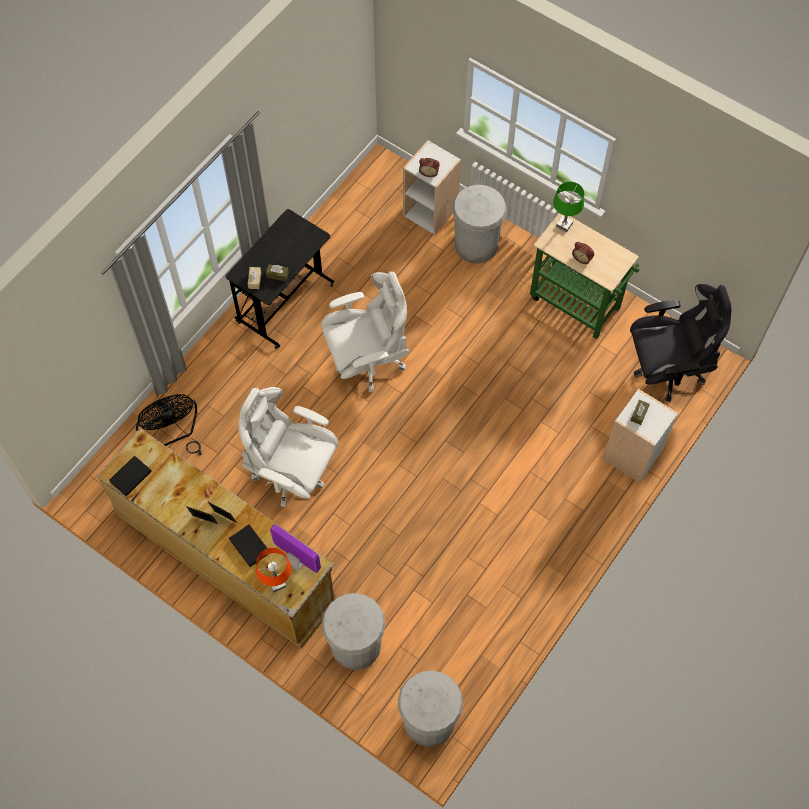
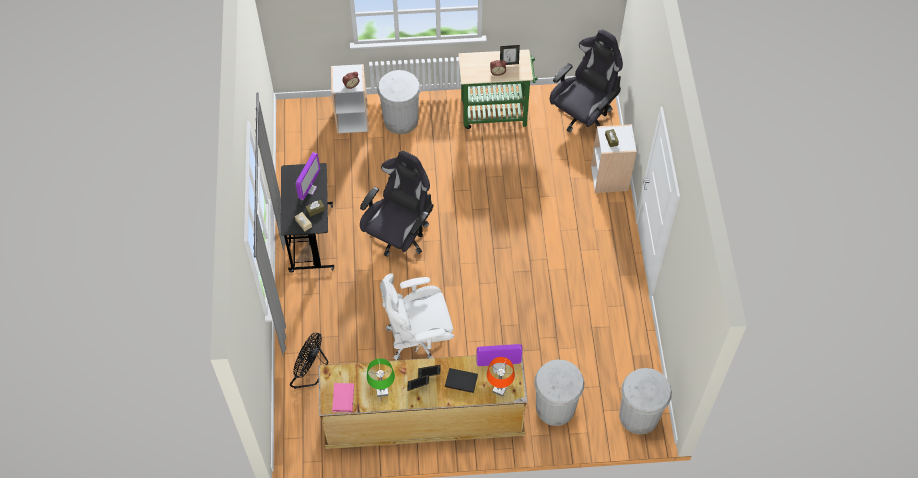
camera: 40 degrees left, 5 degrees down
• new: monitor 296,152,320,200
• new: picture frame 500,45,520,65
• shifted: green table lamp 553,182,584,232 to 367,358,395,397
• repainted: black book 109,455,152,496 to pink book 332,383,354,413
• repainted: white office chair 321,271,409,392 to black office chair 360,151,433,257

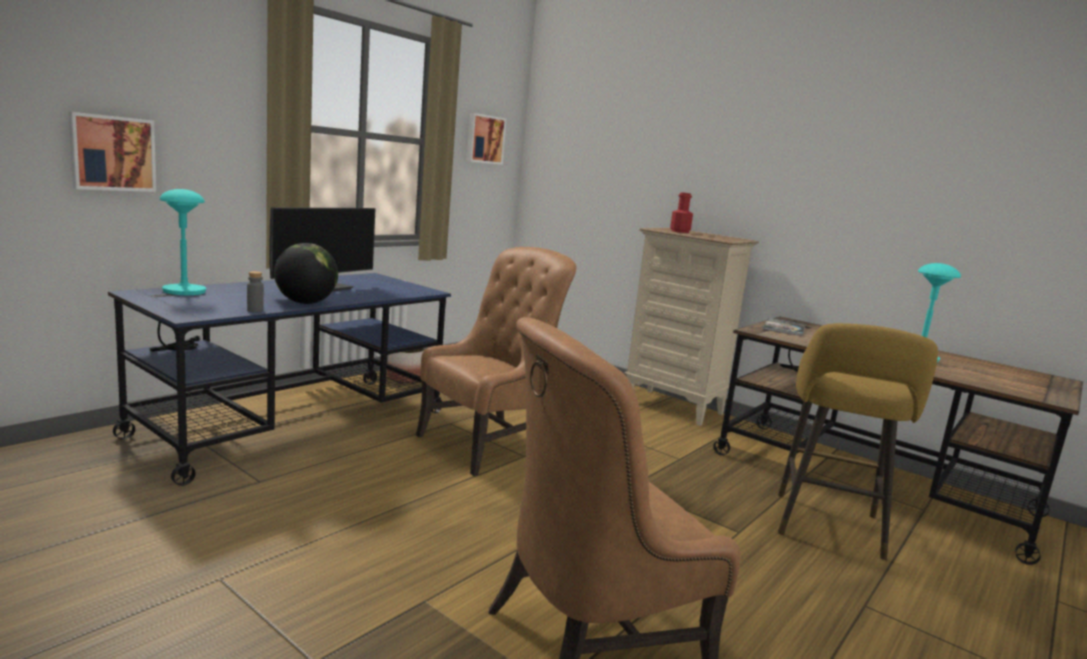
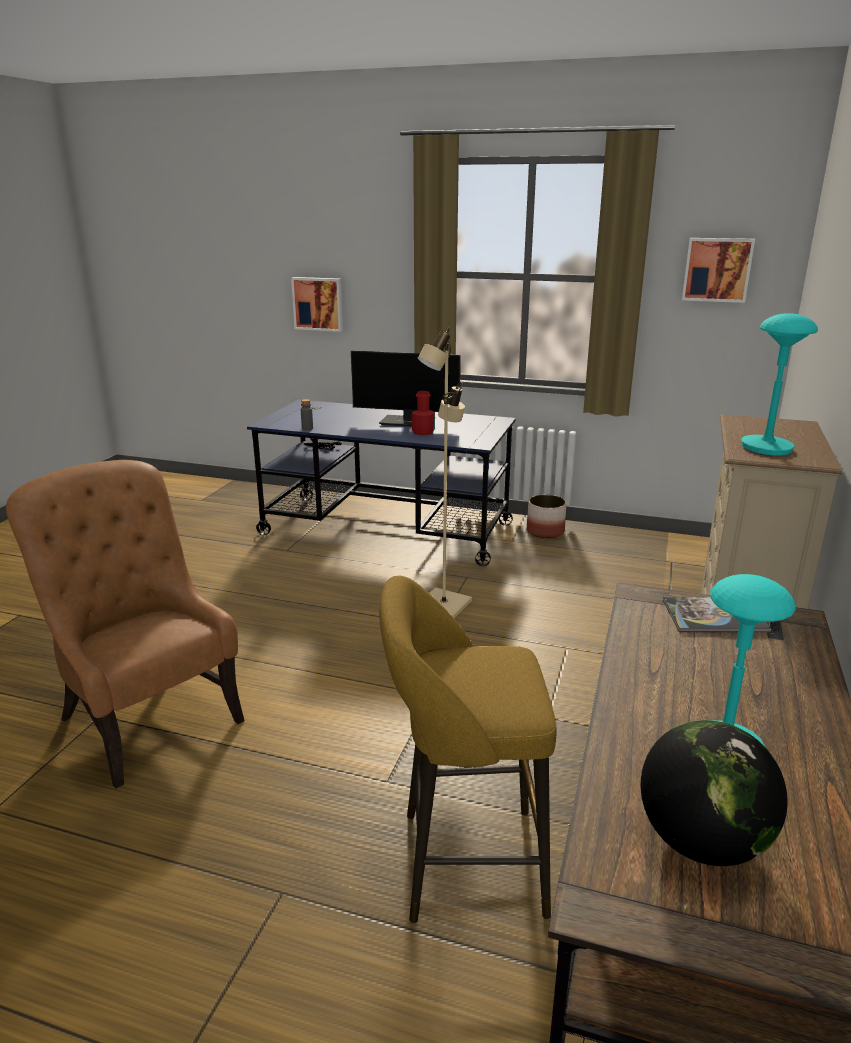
camera: 70 degrees right, 10 degrees up
• shifted: turquoise table lamp 159,189,207,295 to 741,313,818,456
• shifted: globe 274,243,338,304 to 641,720,788,866
• shifted: red bottle 670,192,693,233 to 412,391,435,435
• swapped: brown chair 416,247,576,476 to beige floor lamp 418,327,472,618

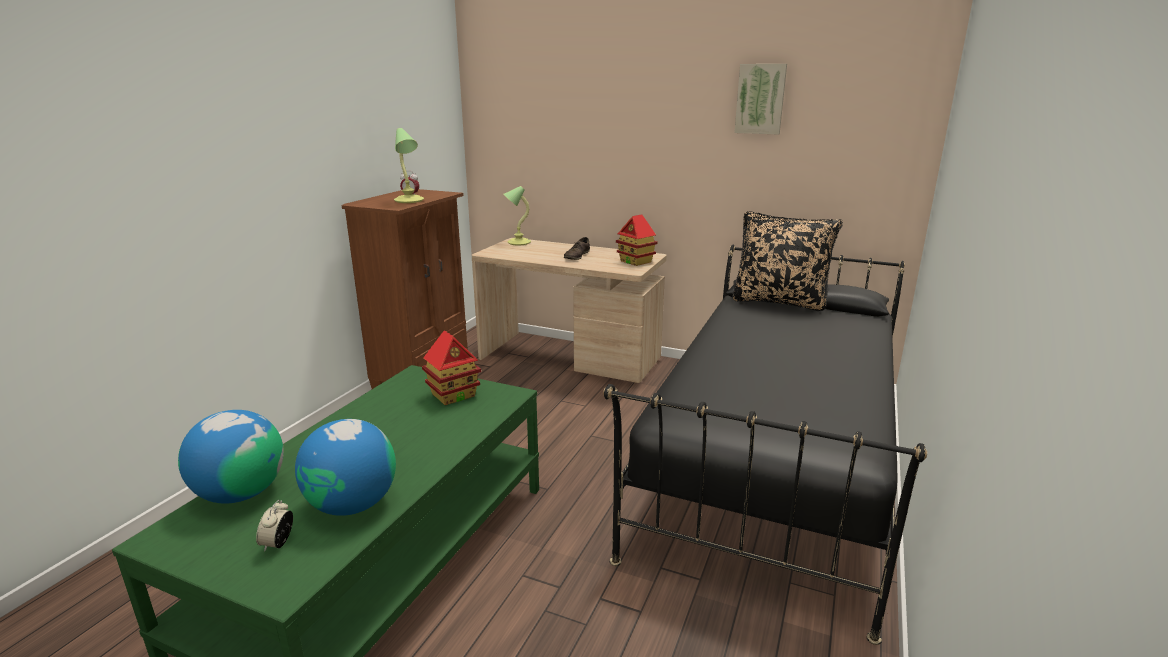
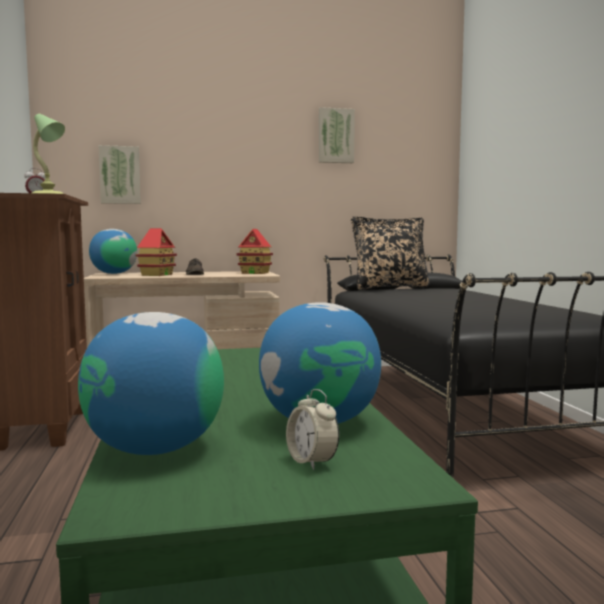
camera: 35 degrees left, 15 degrees down
• new: picture 98,145,141,204
• shifted: toy house 422,330,481,405 to 136,228,177,276
• swapped: table lamp 503,186,531,245 to globe 89,229,137,274

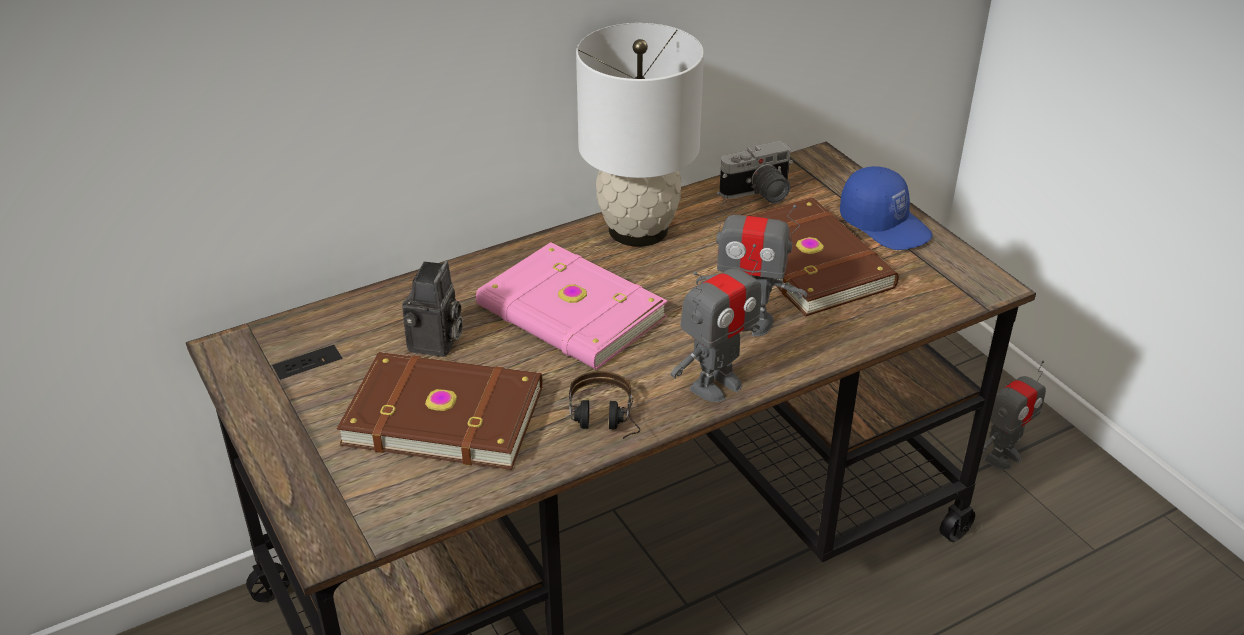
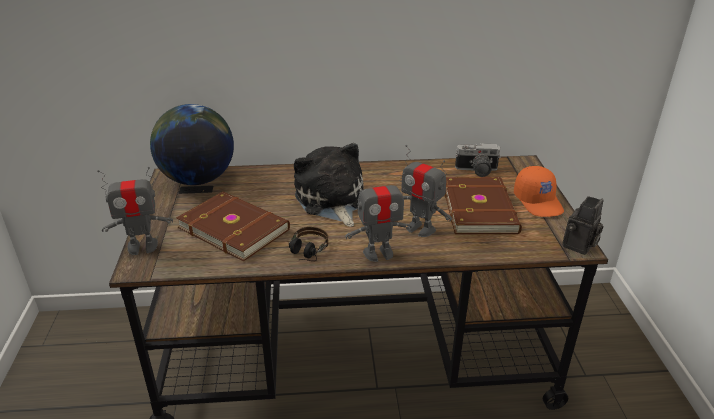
camera: 25 degrees right, 5 degrees down
• gone: white table lamp 576,23,704,247
• new: globe 150,104,234,185
• shifted: photo camera 402,261,463,357 to 562,196,603,255
• shifted: toy robot 983,361,1046,470 to 97,167,173,255
• swapped: pink book 476,242,668,370 to plush toy 294,143,364,227
• repainted: blue cap 840,166,932,250 to orange cap 514,166,564,217

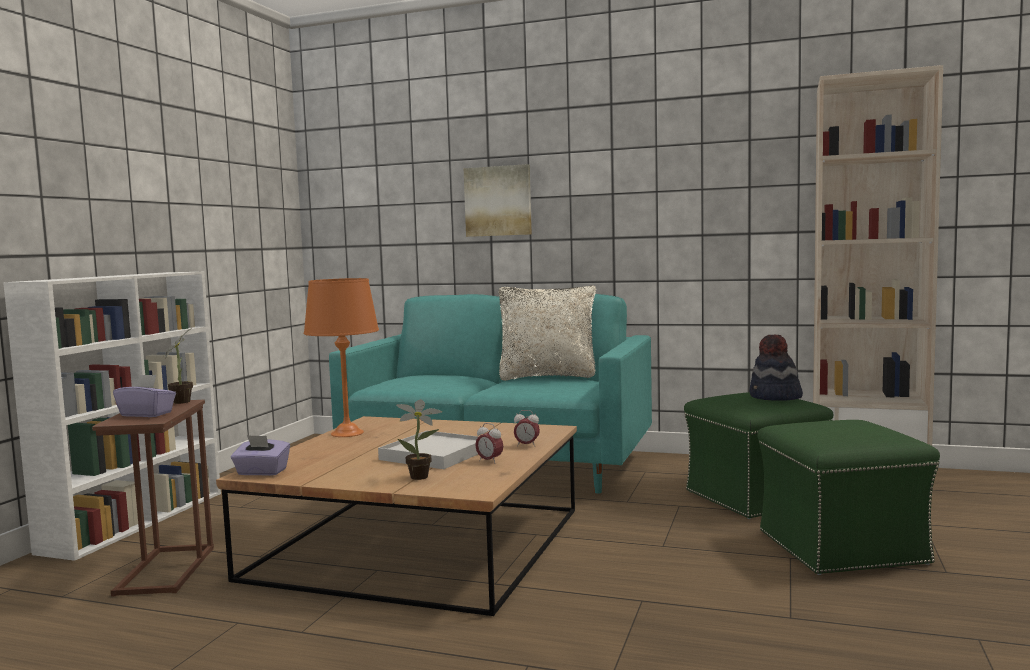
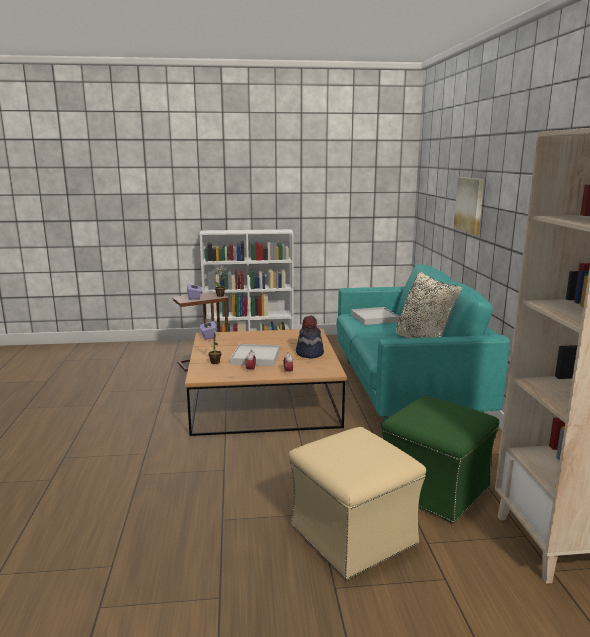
camera: 65 degrees right, 10 degrees up
• gone: orange table lamp 304,278,379,437
• new: white tray 351,307,400,325
• shifted: hat 749,335,803,401 to 296,315,324,359
• repainted: green ottoman 757,420,940,575 to beige ottoman 288,427,426,580

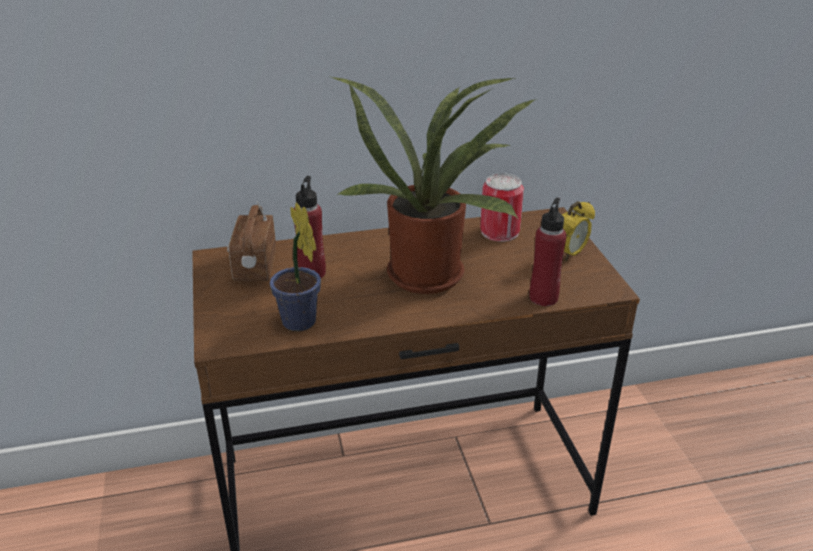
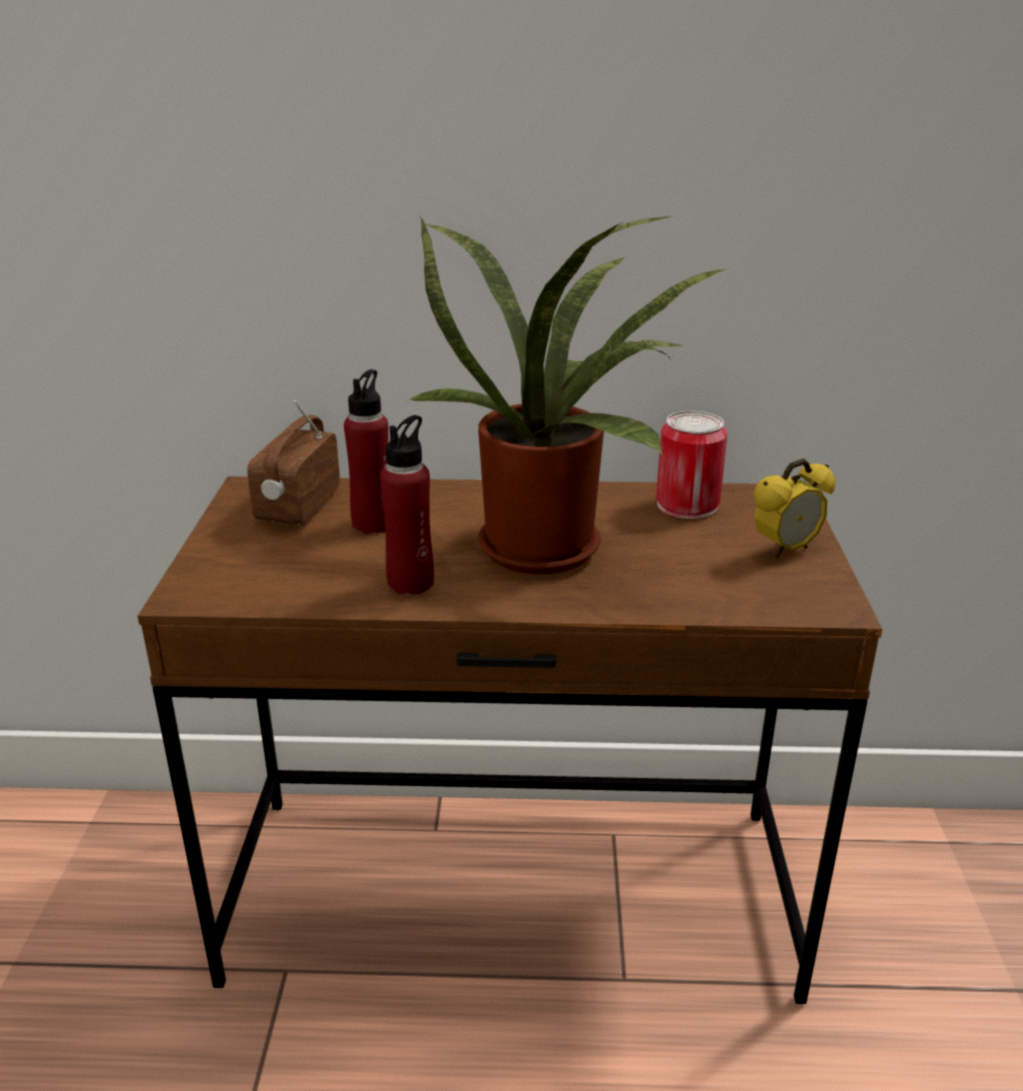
camera: 15 degrees right, 5 degrees down
• gone: potted plant 270,202,321,331
• shifted: red bottle 529,198,567,306 to 380,415,434,595

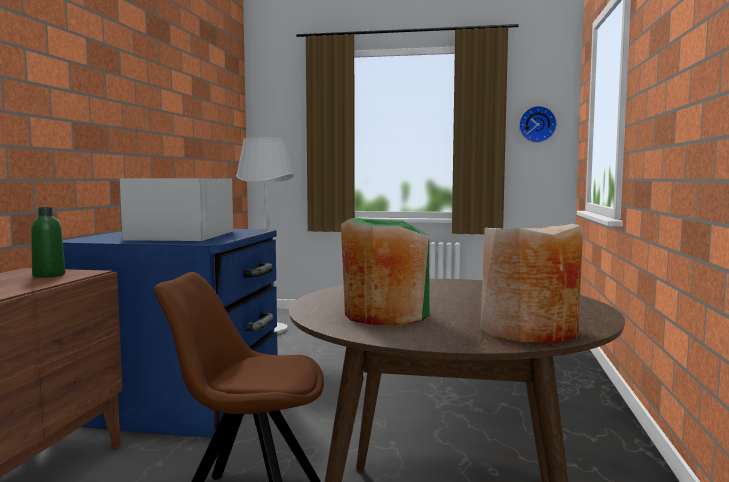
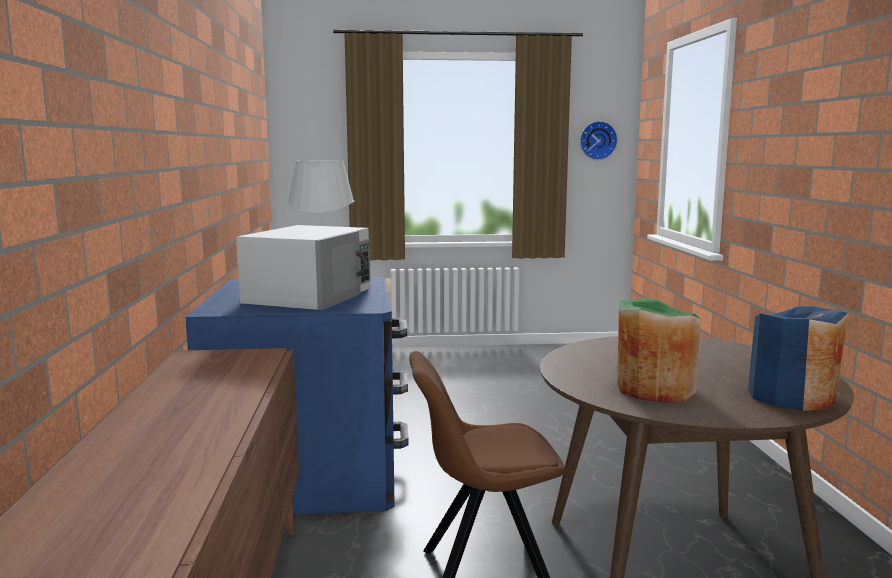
camera: 15 degrees left, 5 degrees up
• gone: green bottle 31,207,65,278
• repainted: beige vase 480,224,583,343 to blue vase 748,306,848,411
• rotated: white microwave 119,178,233,241 = 236,225,370,310 150 degrees counterclockwise

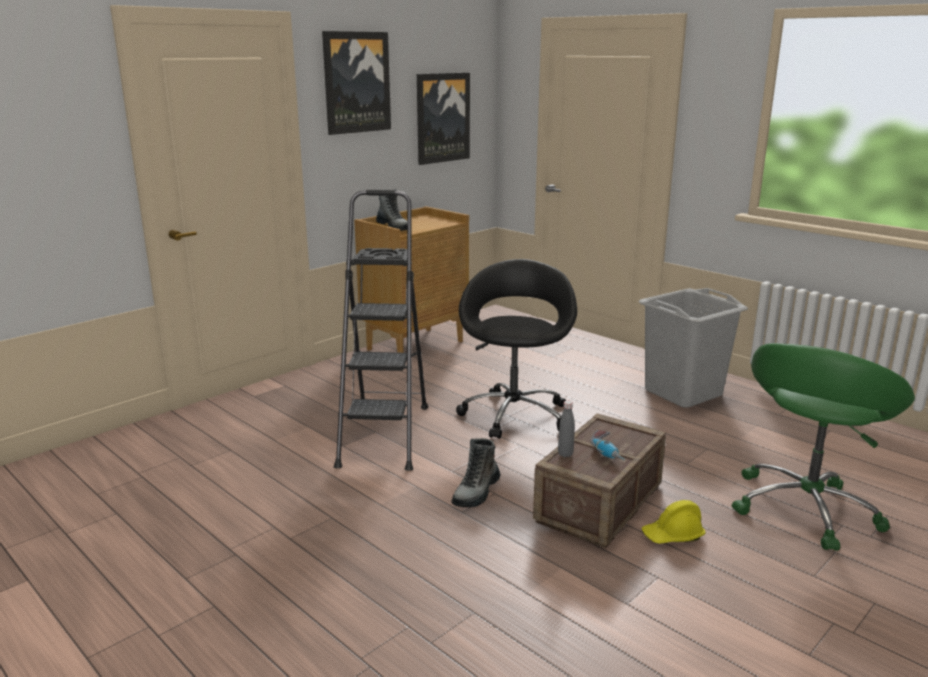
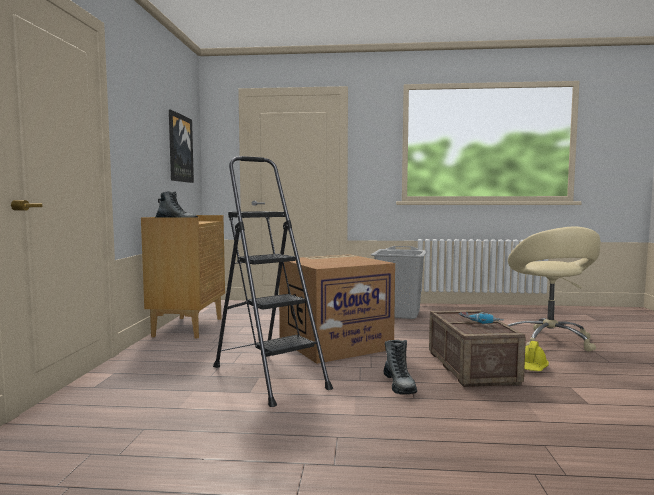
camera: 40 degrees left, 15 degrees down
• gone: picture 322,31,391,135
• gone: grey bottle 558,401,575,457
• swapped: black office chair 456,259,577,439 to cardboard box 279,254,395,364
• repainted: green office chair 732,343,915,551 to beige office chair 508,226,601,352

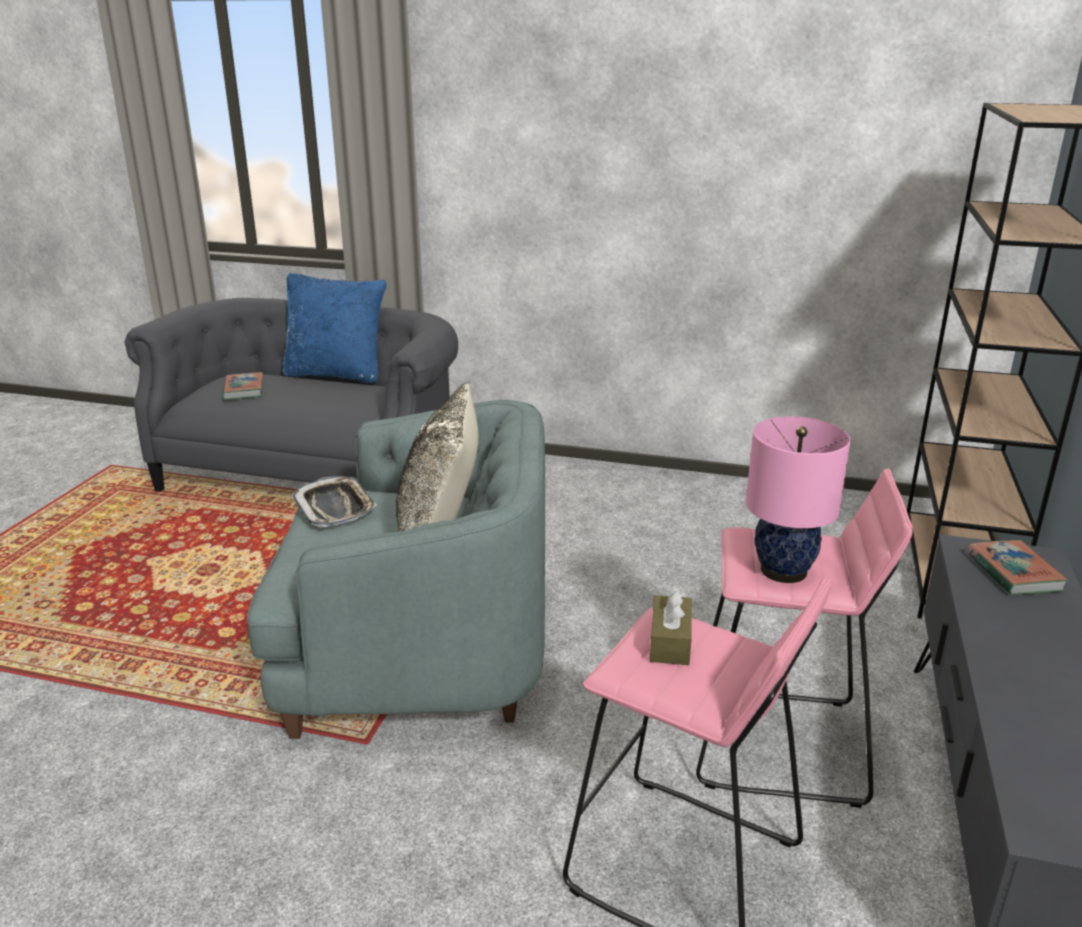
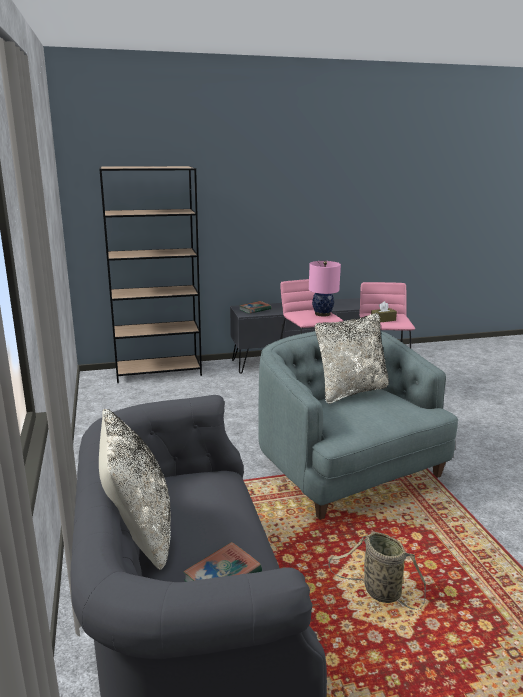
camera: 120 degrees left, 5 degrees down
• gone: tray 292,476,377,527
• new: basket 328,532,426,610
• repainted: blue pillow 283,273,387,383 to beige pillow 99,409,171,570

